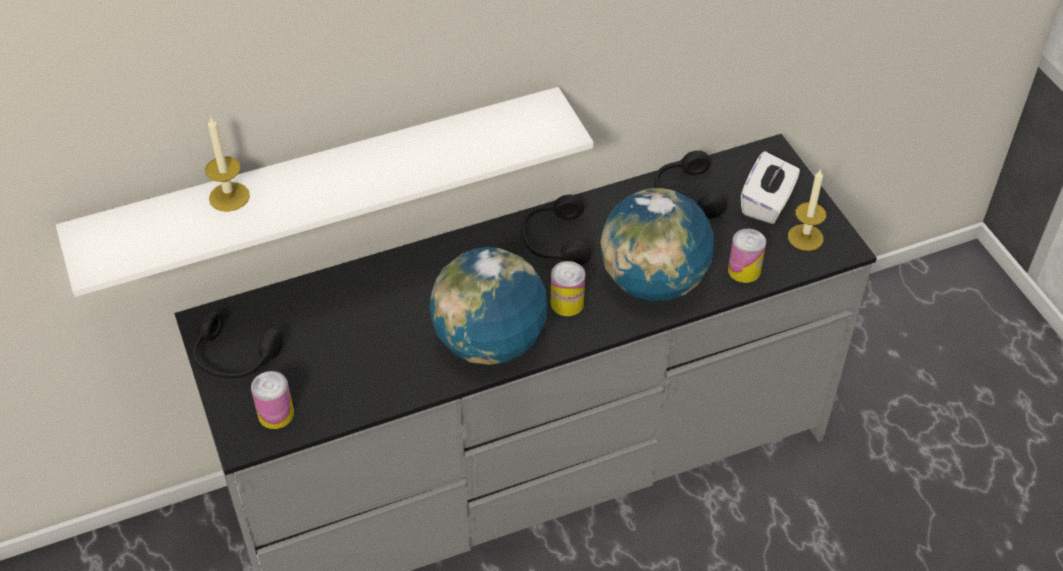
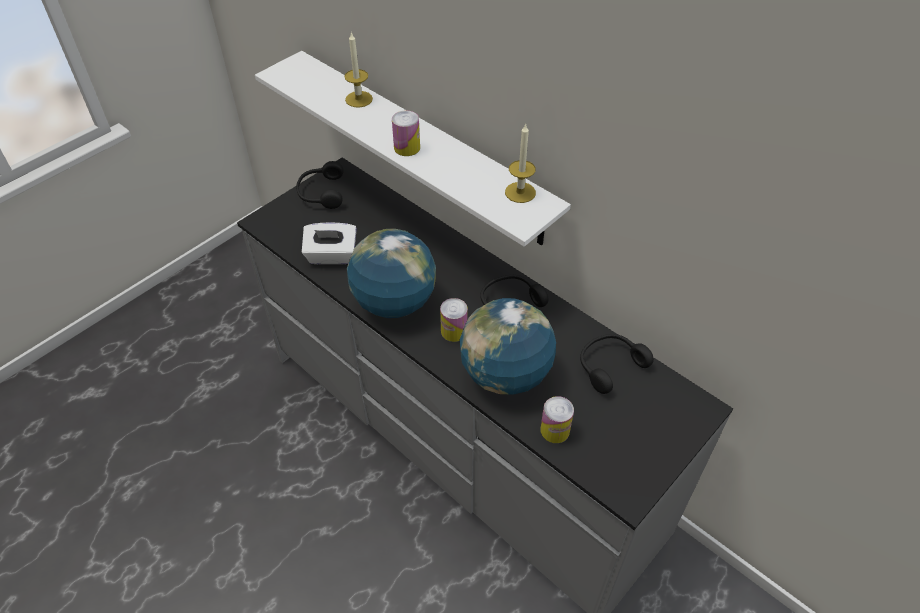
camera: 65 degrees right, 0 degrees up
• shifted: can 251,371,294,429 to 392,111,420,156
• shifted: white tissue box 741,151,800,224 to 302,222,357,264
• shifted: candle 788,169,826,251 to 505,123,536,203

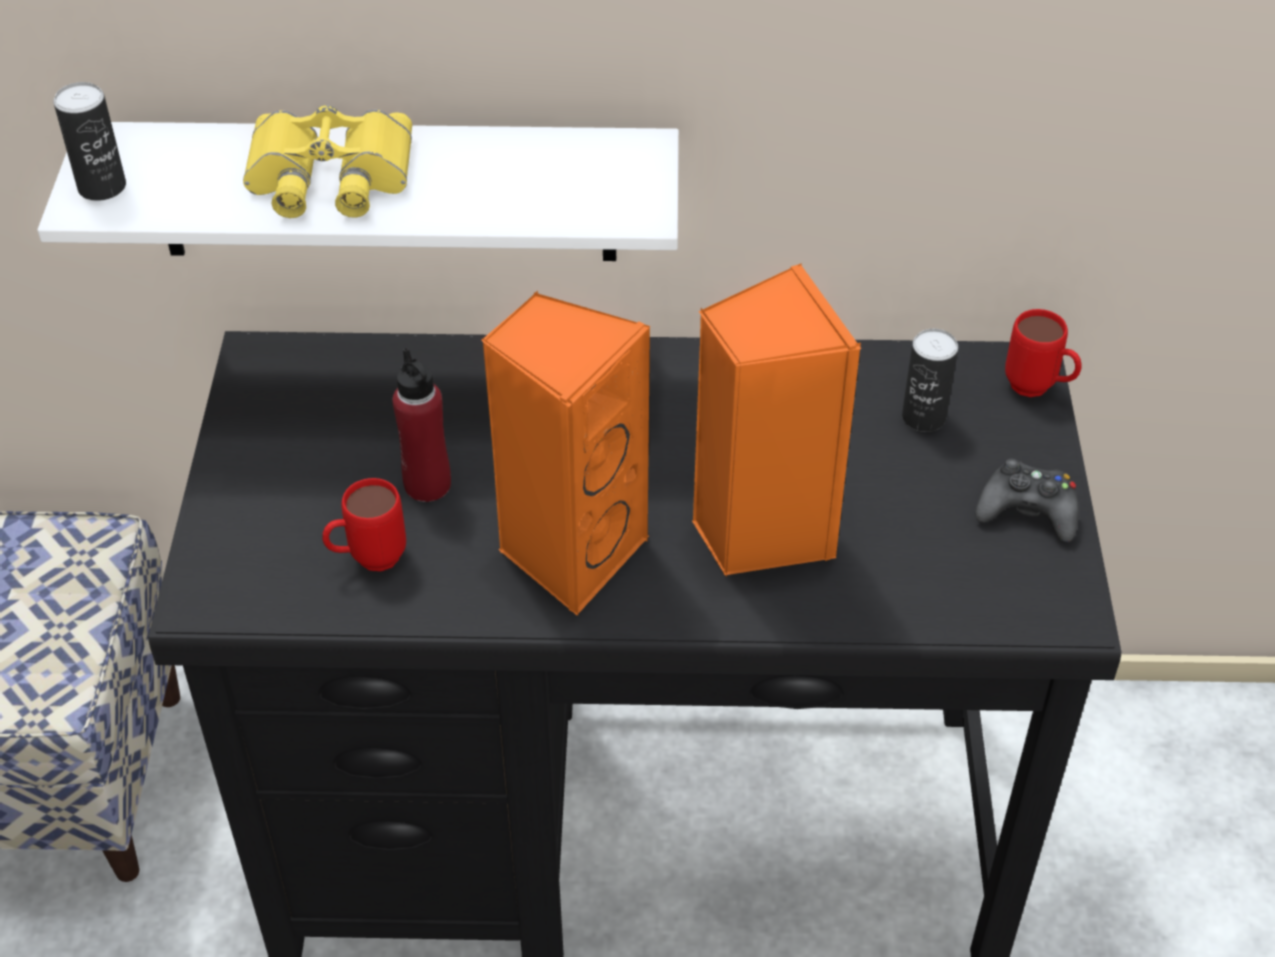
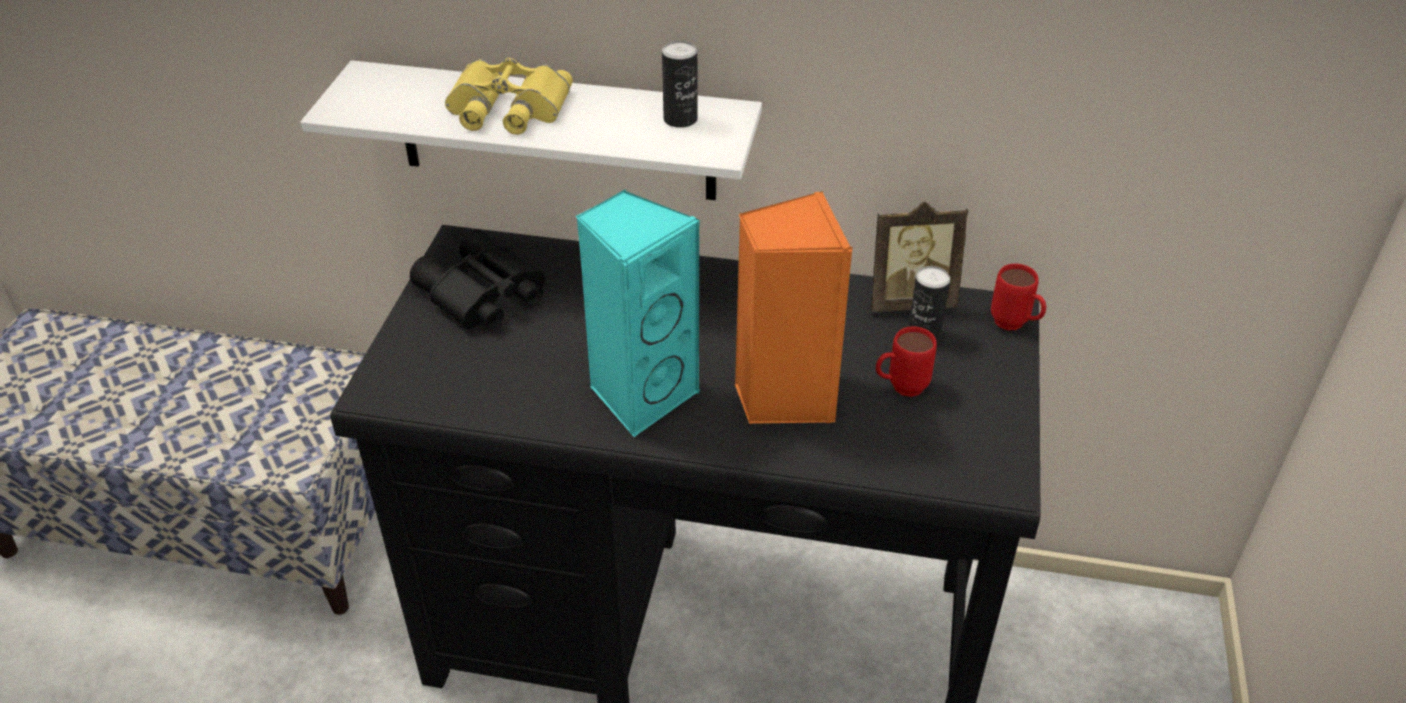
camera: 10 degrees right, 5 degrees down
• gone: red bottle 392,348,451,502
• gone: black game controller 975,459,1079,542
• new: black binoculars 410,229,545,329
• new: picture frame 871,201,968,312
• shifted: can 54,82,126,201 to 662,40,698,128
• shifted: red mug 322,478,406,571 to 876,327,937,397
• repainted: orange speaker 481,291,651,615 to turquoise speaker 576,189,700,437

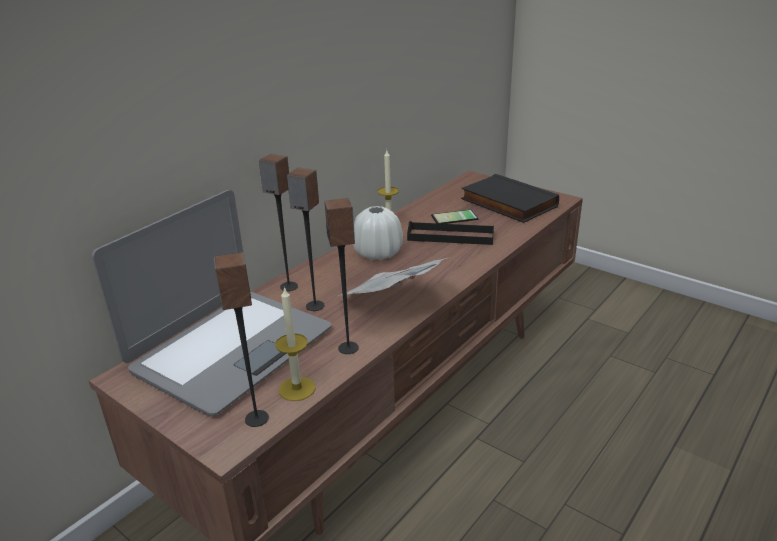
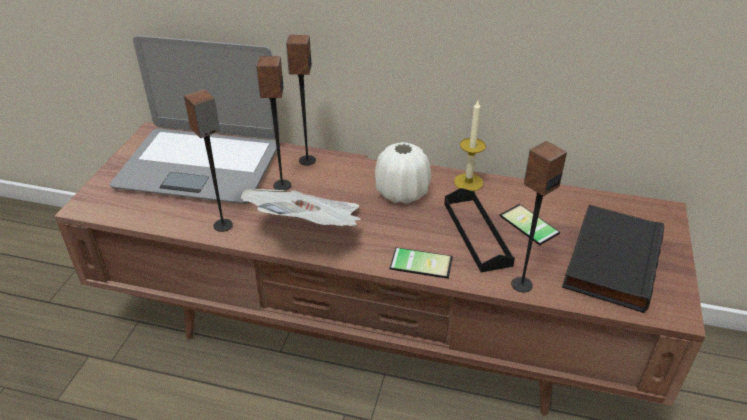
camera: 65 degrees right, 10 degrees up
• gone: candle 275,286,316,401
• new: phone 390,247,453,279
• shifted: speaker 214,252,269,427 to 511,141,567,292

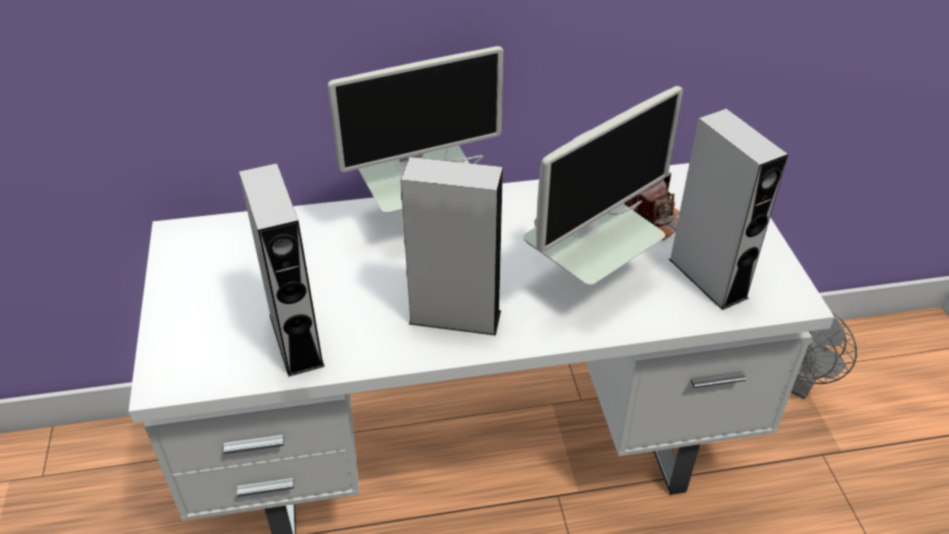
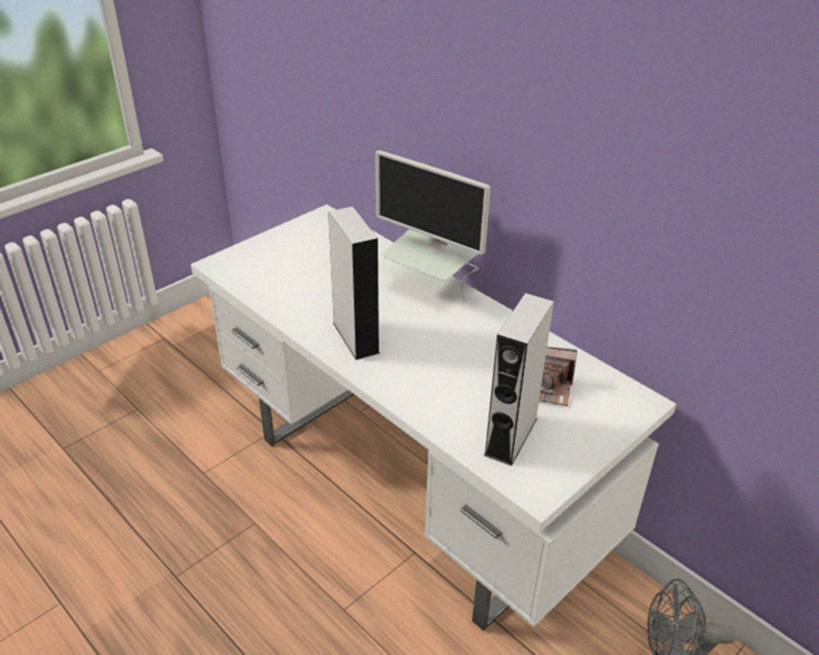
camera: 55 degrees right, 5 degrees down
• gone: grey speaker 239,163,325,377
• gone: monitor 523,86,683,285

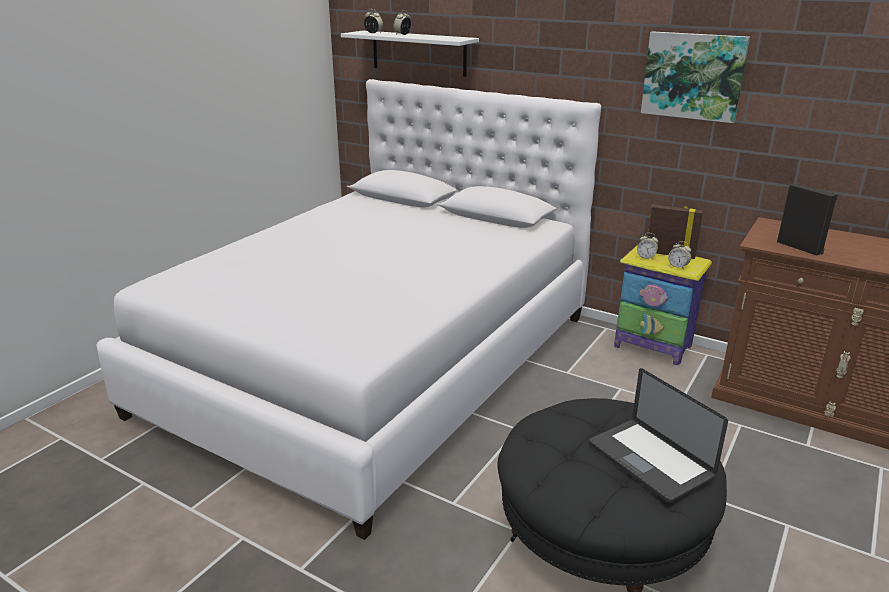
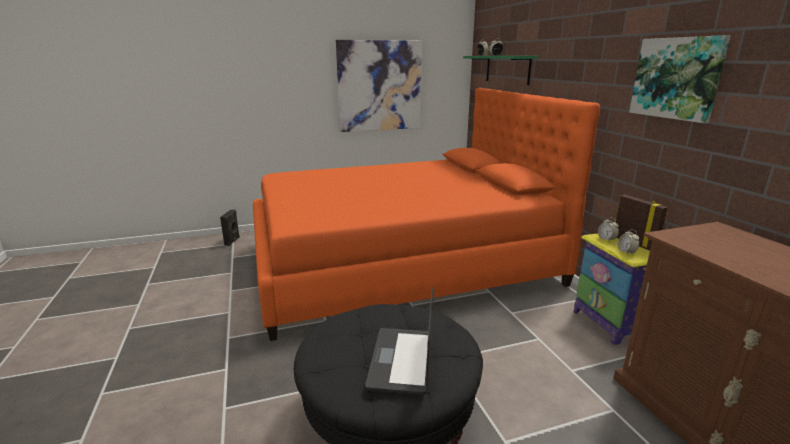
camera: 40 degrees right, 5 degrees down
• new: picture 336,40,422,132
• shifted: black speaker 777,183,838,256 to 220,210,240,246
• repainted: white bed 96,79,601,540 to orange bed 253,88,600,341
• repainted: white shelf 341,31,479,77 to green shelf 463,56,538,85

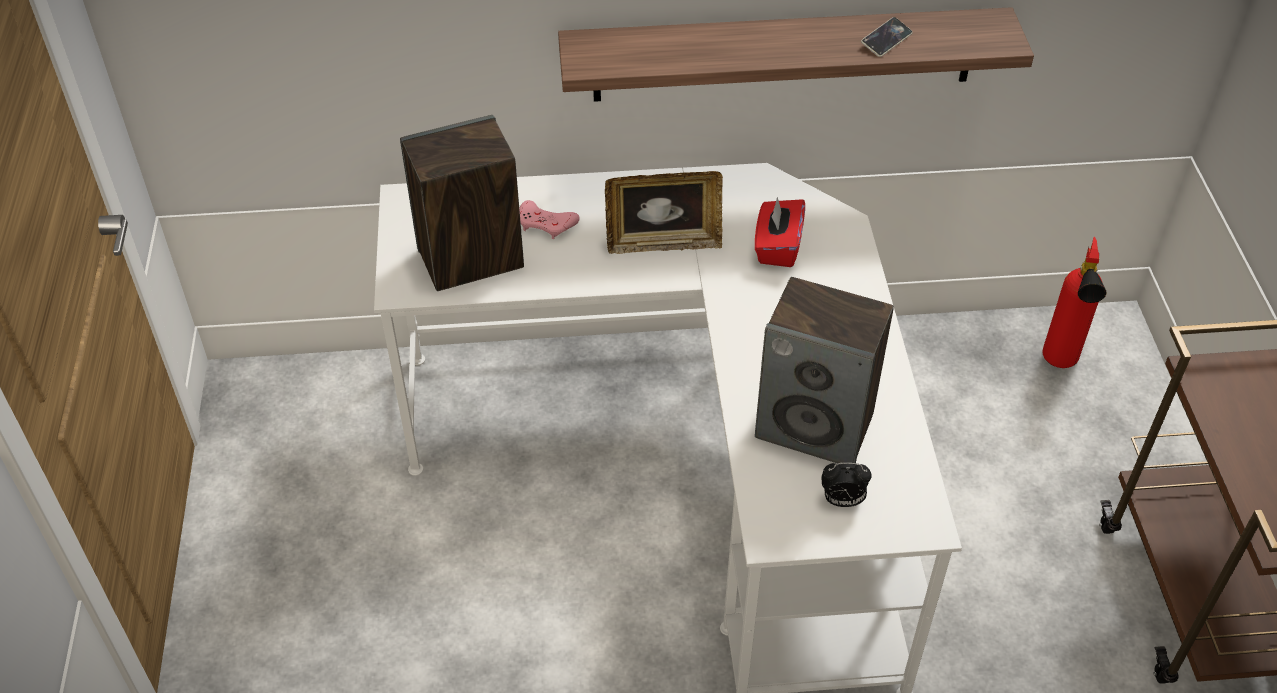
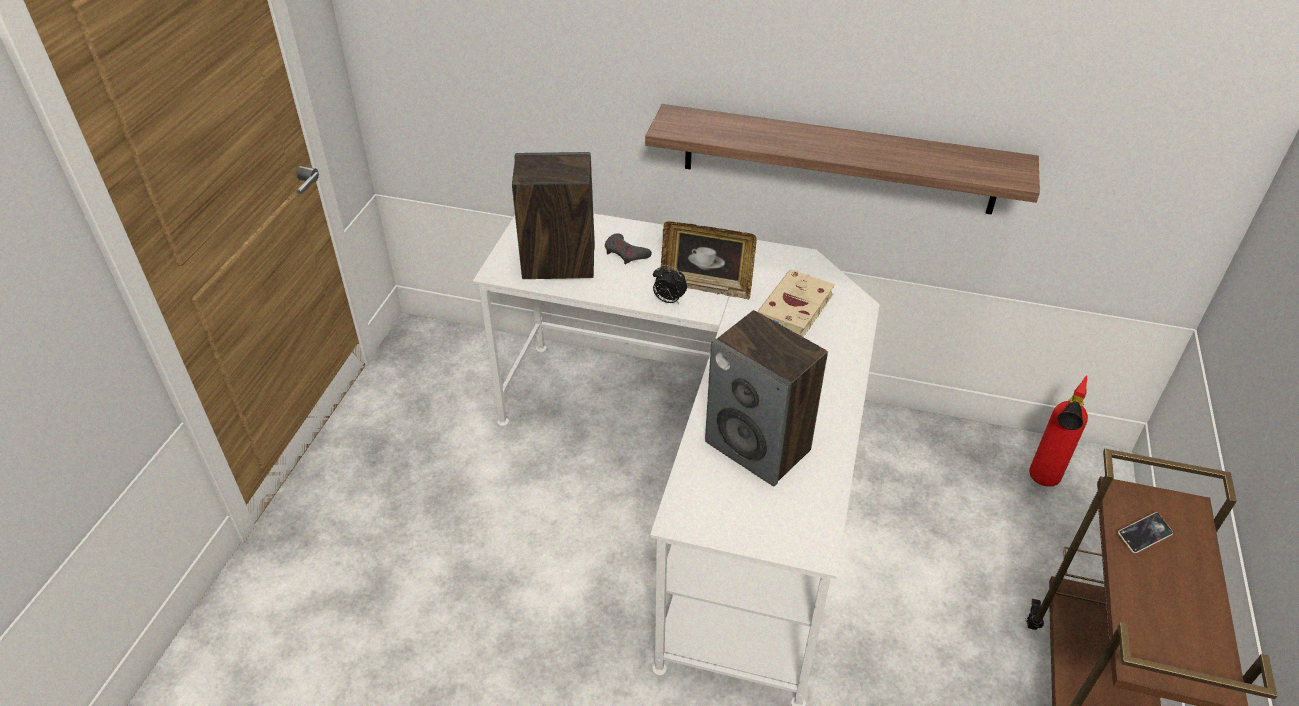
camera: 20 degrees right, 5 degrees down
• shifted: alarm clock 822,463,872,507 to 653,265,687,304
• shifted: phone 861,17,913,57 to 1118,512,1173,554
• swapped: red tissue box 755,197,805,267 to beige book 757,270,835,337
• repainted: pink game controller 519,200,580,239 to grey game controller 605,233,652,264

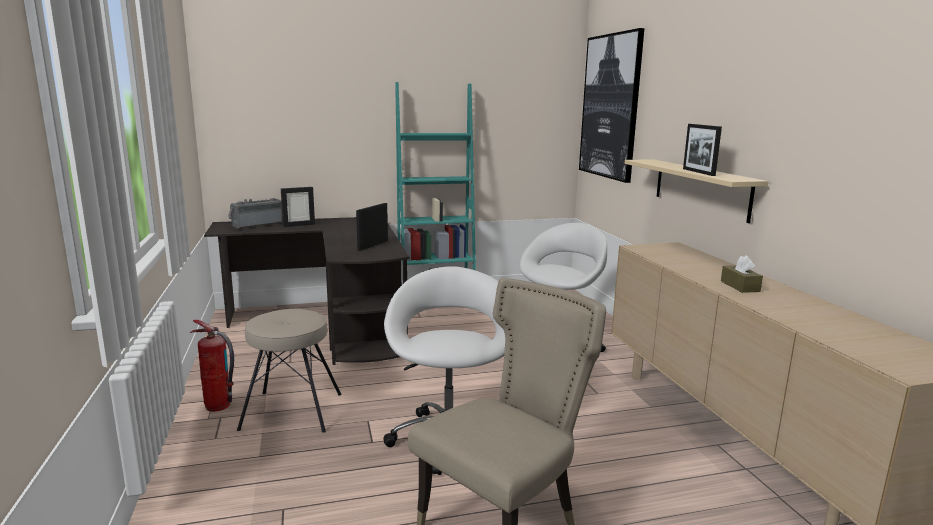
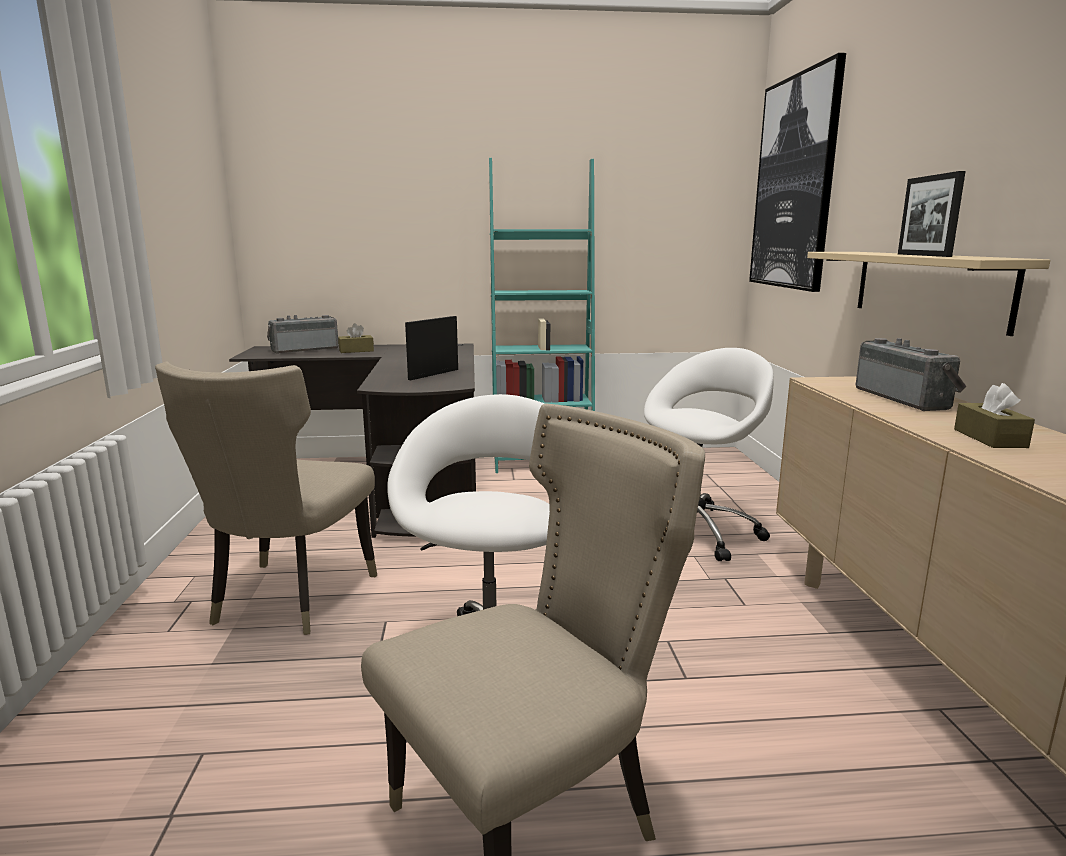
camera: 10 degrees right, 0 degrees up
• gone: fire extinguisher 190,320,234,412
• new: radio 856,338,966,411
• swapped: beige stool 237,309,342,433 to beige chair 155,361,377,635
• swapped: picture frame 281,187,315,227 to brown tissue box 338,323,374,353

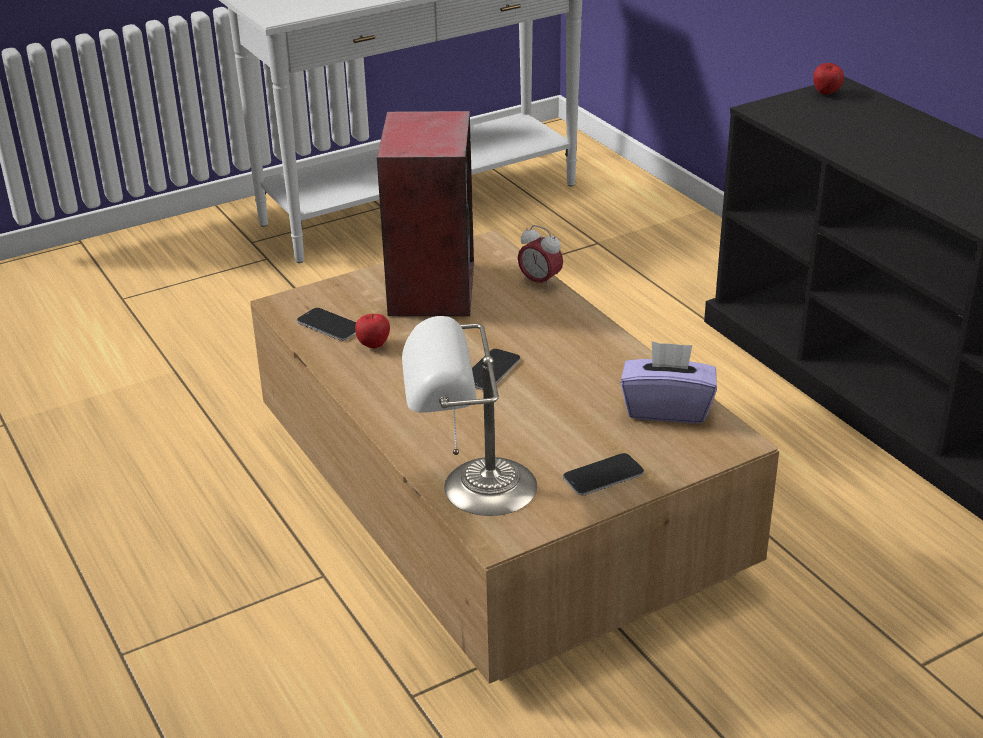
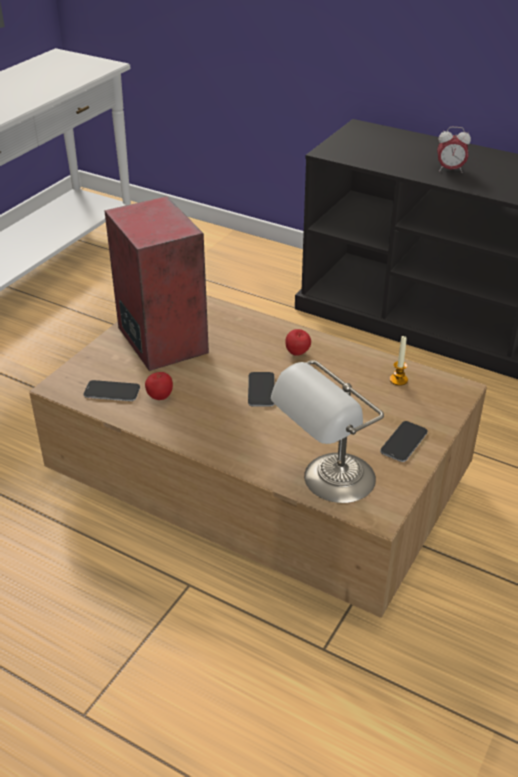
camera: 30 degrees left, 5 degrees up
• shifted: alarm clock 518,225,563,290 to 437,127,471,173
• shifted: apple 813,63,844,95 to 285,329,311,356
• swapped: purple tissue box 620,341,717,423 to candle 390,336,408,386

